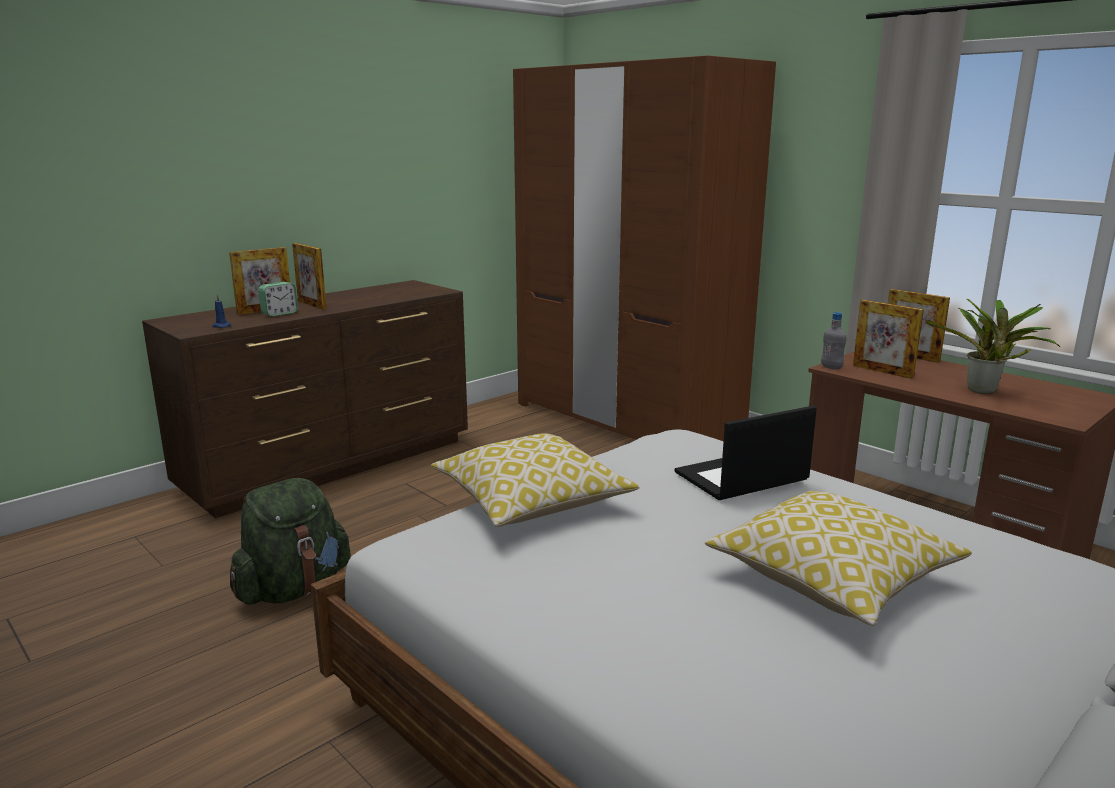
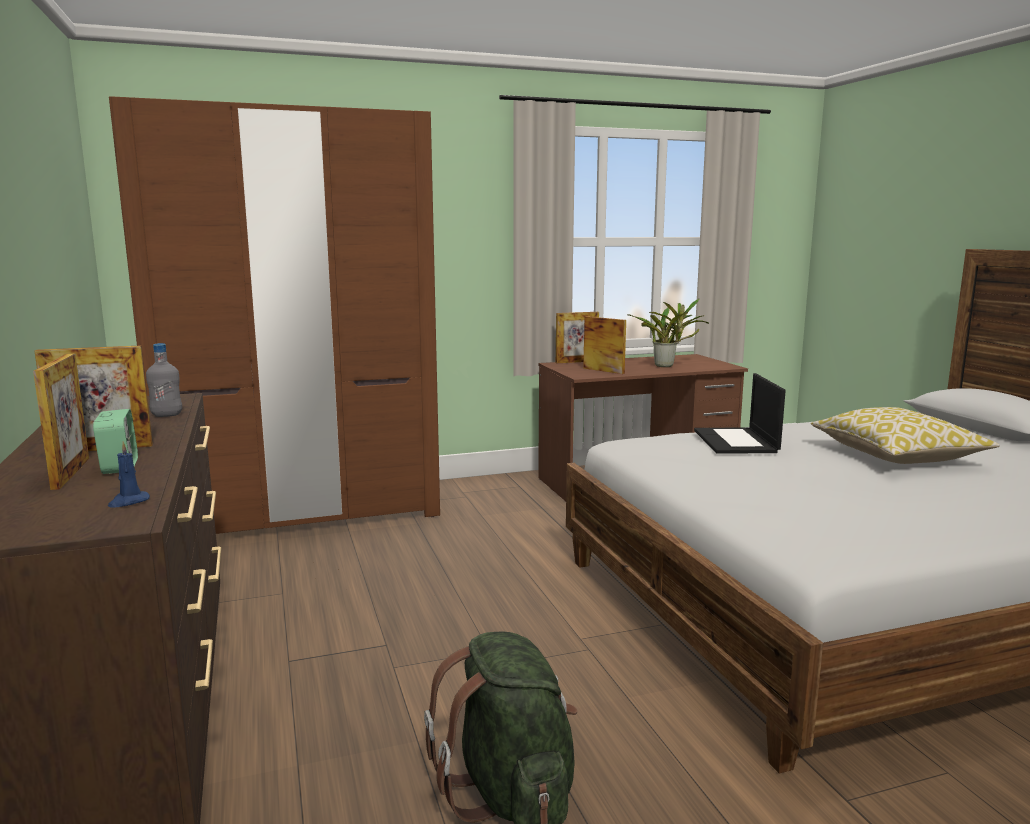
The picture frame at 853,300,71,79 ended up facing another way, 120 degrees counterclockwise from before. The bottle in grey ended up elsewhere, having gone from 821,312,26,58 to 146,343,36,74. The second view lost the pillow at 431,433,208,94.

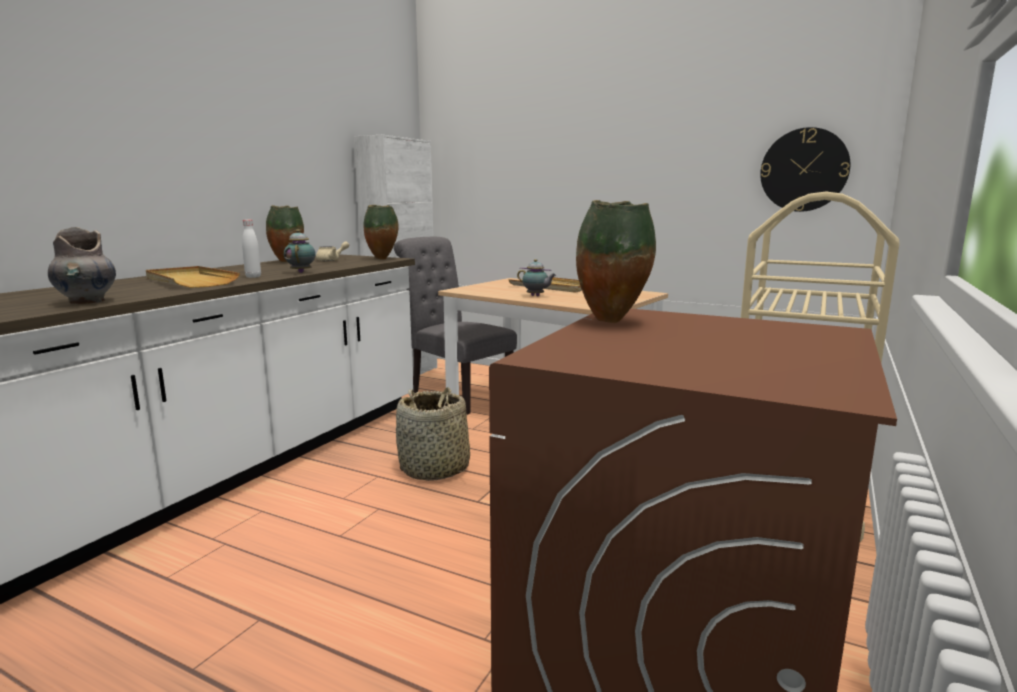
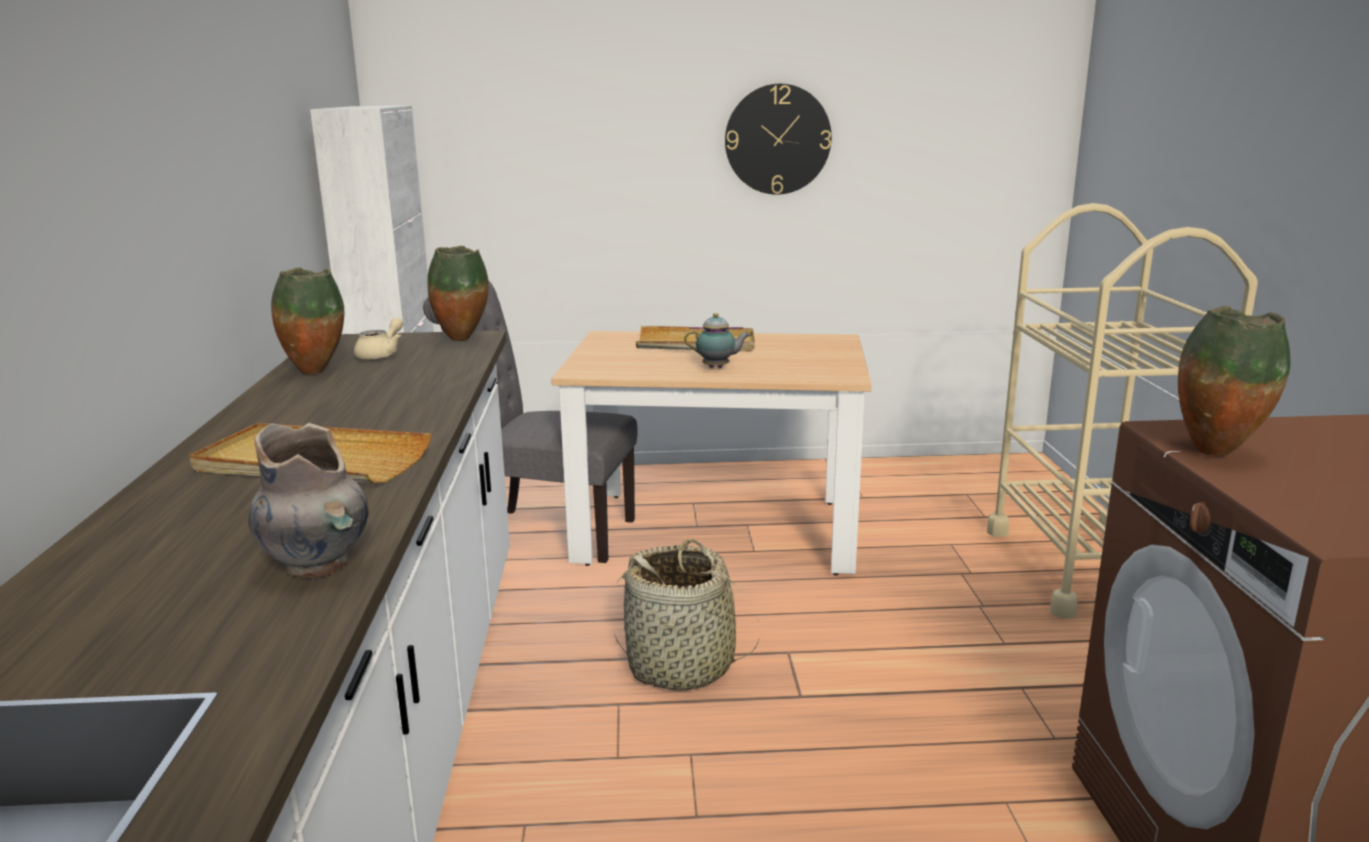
The wall clock ended up elsewhere, having gone from 760,127,90,85 to 725,84,106,111. The second view lost the bottle in white at 242,220,19,58. The second view lost the teapot at 284,229,32,44.

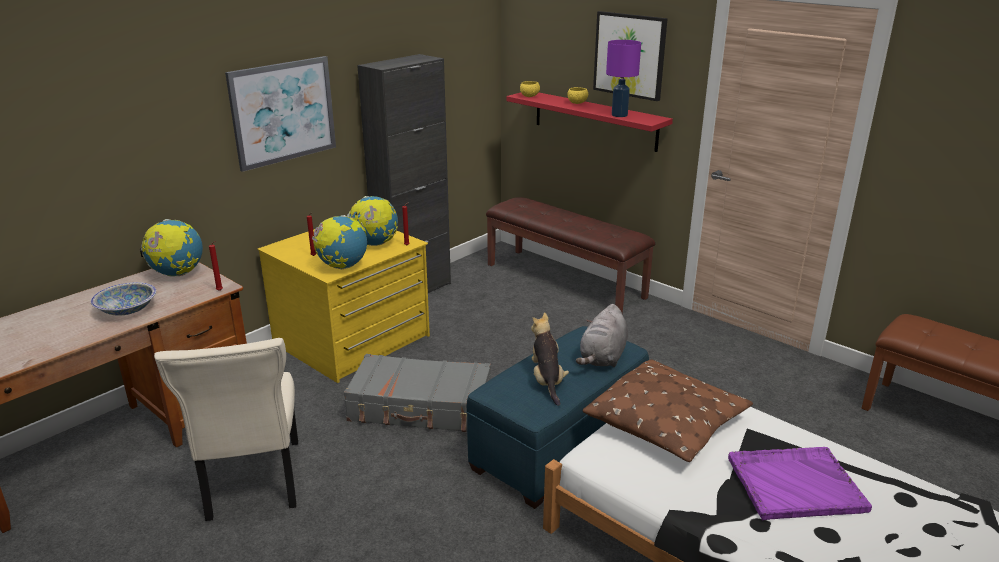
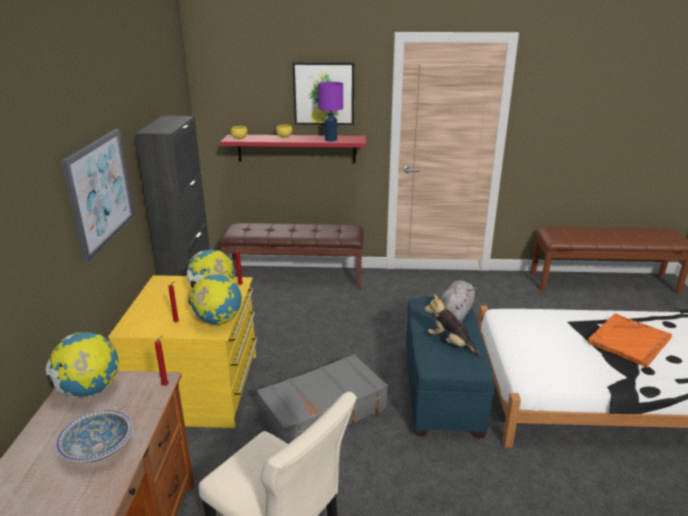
The plush toy in grey at 576,304,52,63 ended up facing another way, 135 degrees counterclockwise from before. The second view lost the pillow in brown at 583,359,170,103. What was the tray in purple at 728,447,144,73 turned into the tray in orange at 588,314,84,54.

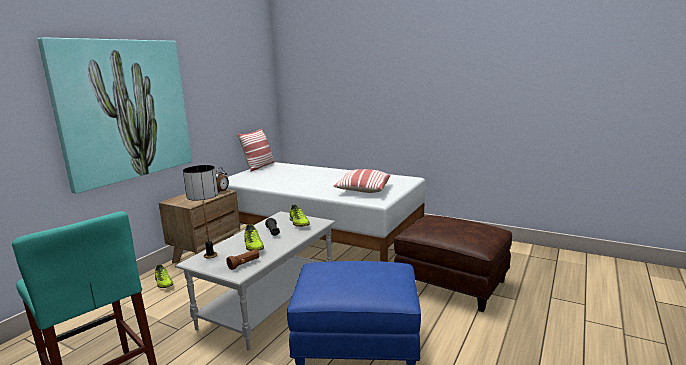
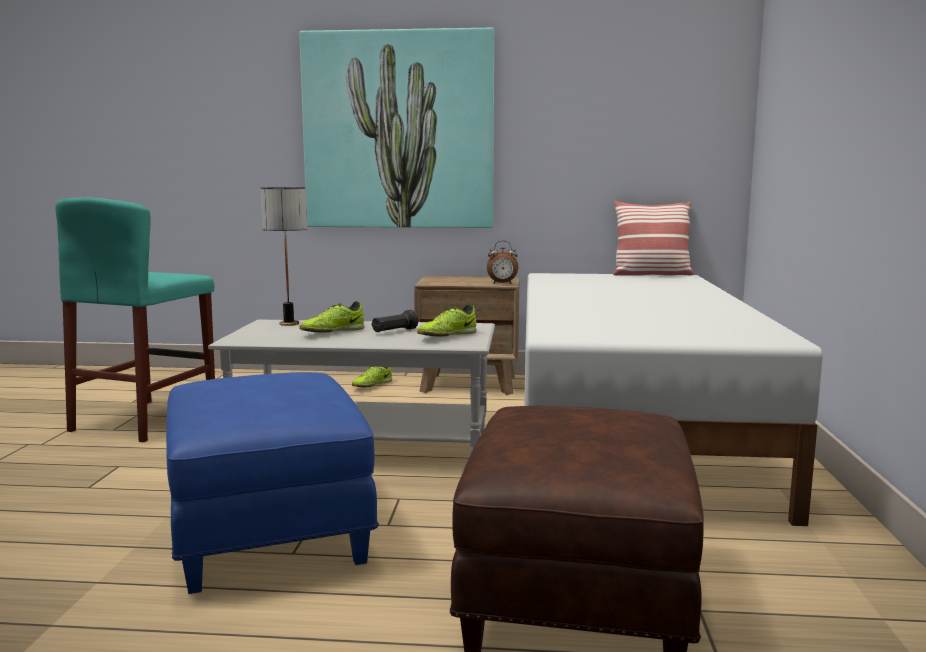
The second view lost the pillow at 333,169,57,24. The second view lost the flashlight in brown at 226,249,34,21.

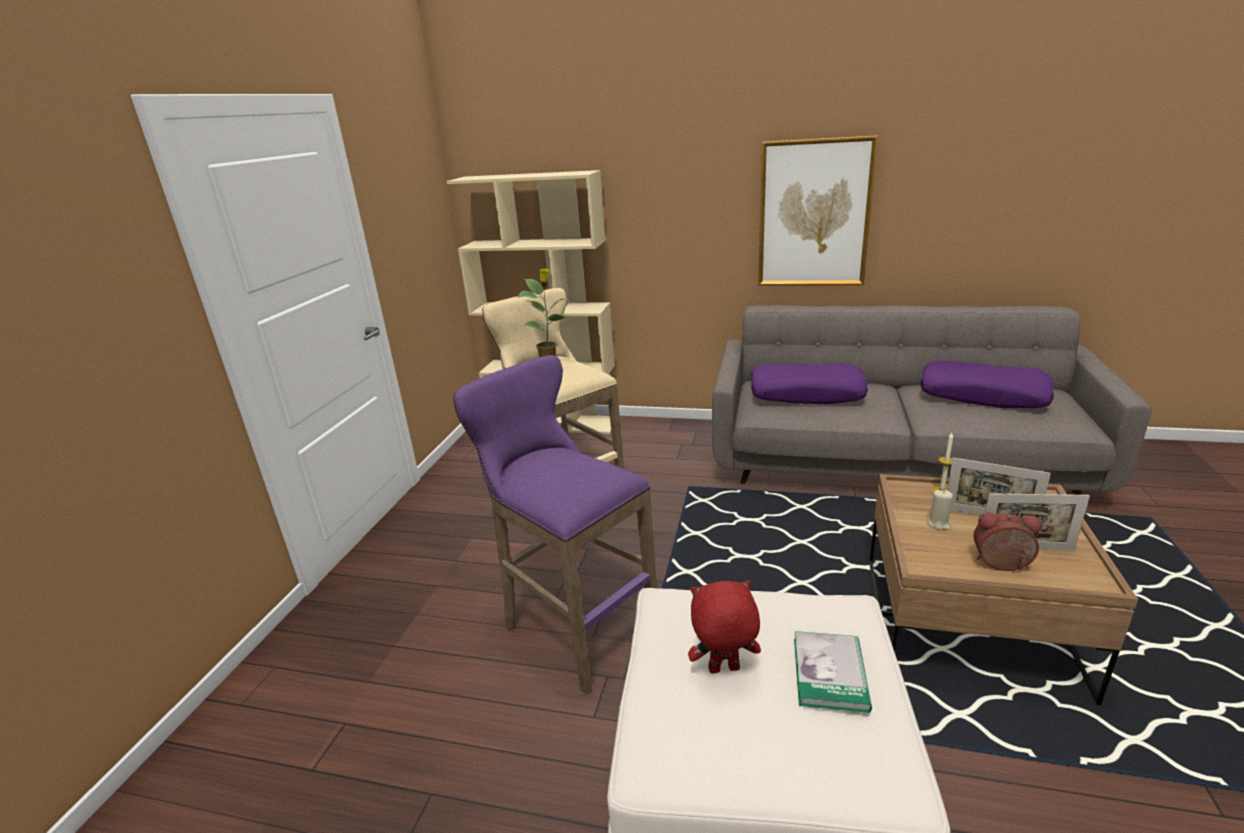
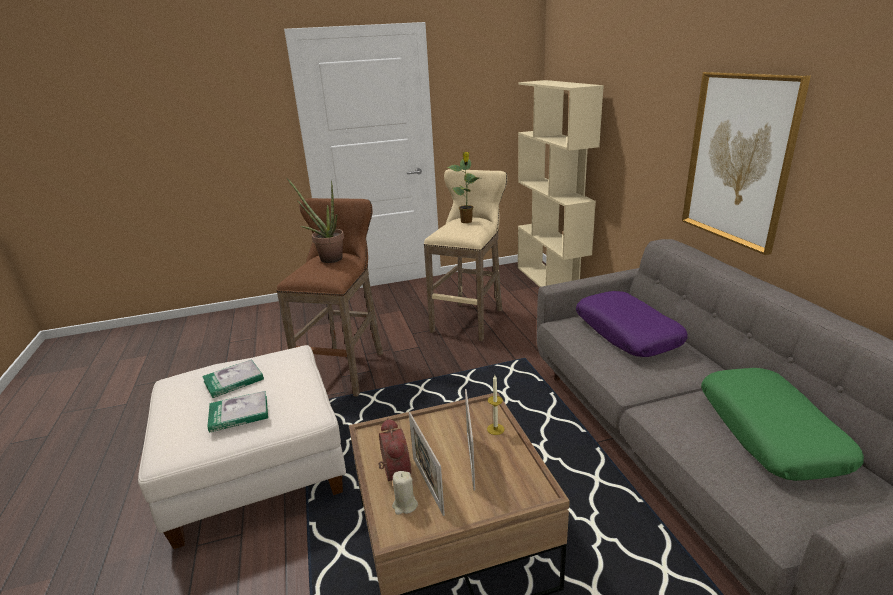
What was the stool in purple at 453,355,204,339 turned into the stool in brown at 277,198,106,199. What was the pillow in purple at 921,360,133,48 turned into the pillow in green at 701,368,163,113. The candle in beige ended up elsewhere, having gone from 927,490,26,40 to 392,471,26,44. Where the plush toy in red stood at 688,580,73,94, the book came to stand at 202,359,62,39. The second view gained the potted plant at 287,178,57,85.

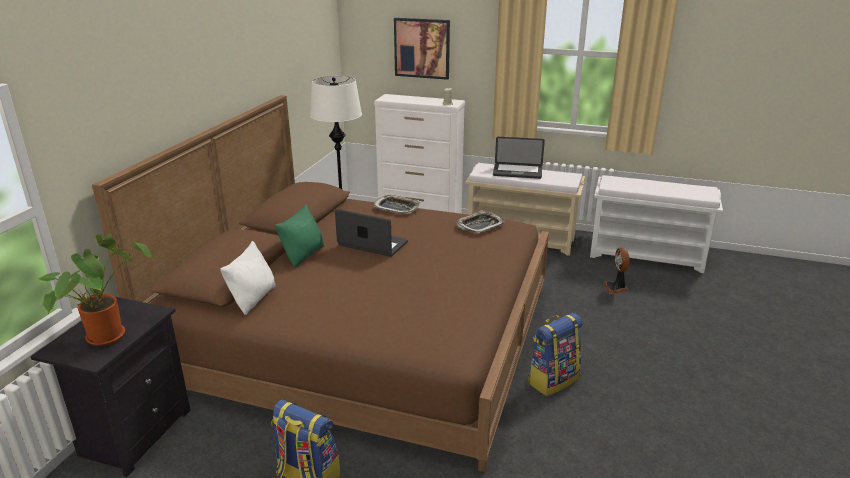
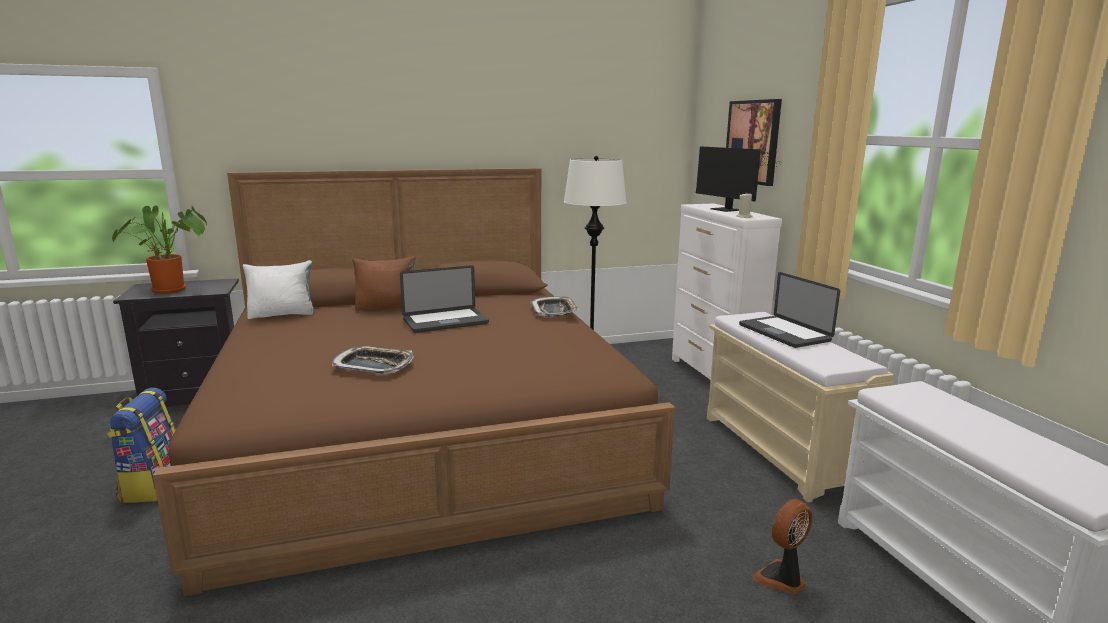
What was the pillow in green at 275,204,49,64 turned into the pillow in brown at 352,256,64,55. The laptop at 335,209,73,48 ended up facing another way, 75 degrees clockwise from before. The tray ended up elsewhere, having gone from 457,211,47,22 to 332,346,82,28. The second view lost the backpack at 528,313,54,83. The second view gained the monitor at 695,146,87,66.

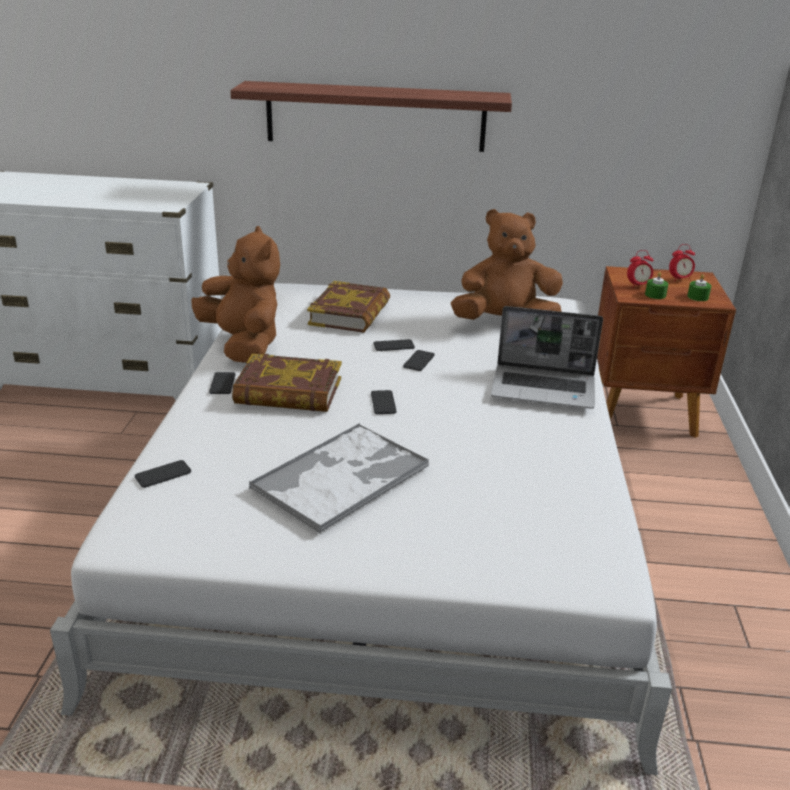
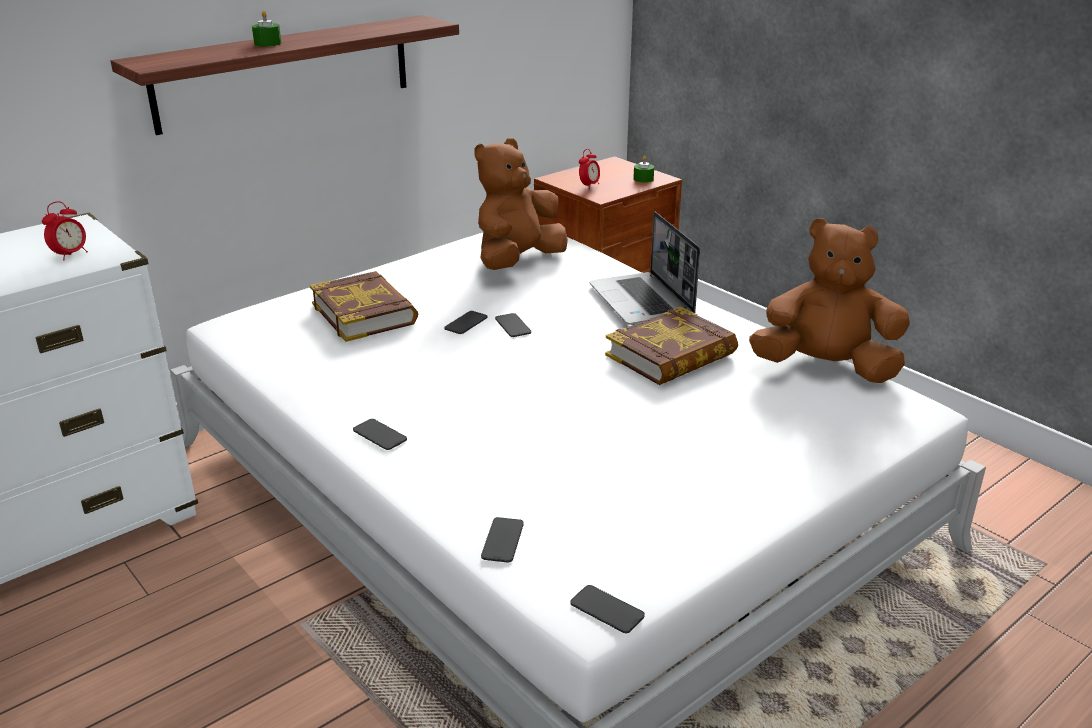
The plush toy in brown ended up elsewhere, having gone from 191,226,89,137 to 749,218,161,165. The alarm clock ended up elsewhere, having gone from 669,244,26,37 to 42,201,46,60. The candle in green ended up elsewhere, having gone from 645,272,24,27 to 252,10,29,37. The laptop at 491,306,112,103 ended up facing another way, 105 degrees clockwise from before. The book ended up elsewhere, having gone from 232,354,110,58 to 605,307,133,78. The phone ended up elsewhere, having gone from 371,390,25,24 to 570,585,75,48. The second view lost the tray at 249,423,181,111.

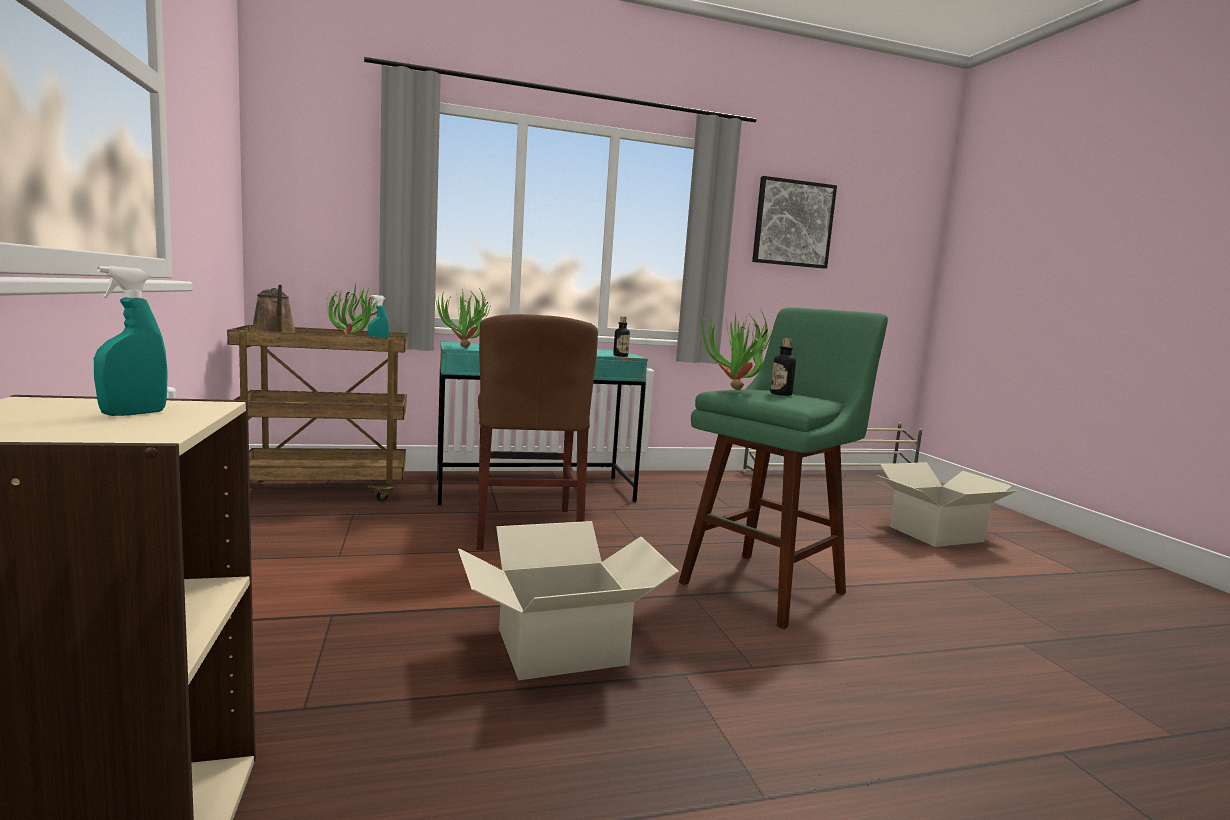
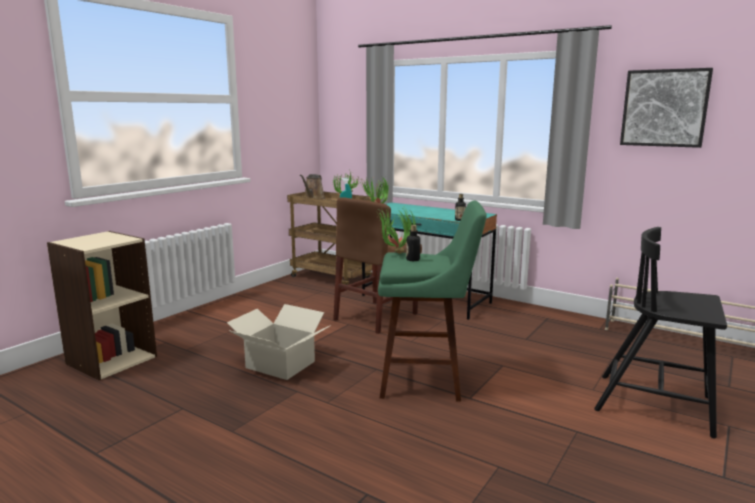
The second view lost the spray bottle in turquoise at 94,266,73,150. Where the cardboard box stood at 877,462,140,85, the chair in black came to stand at 594,227,133,212.

